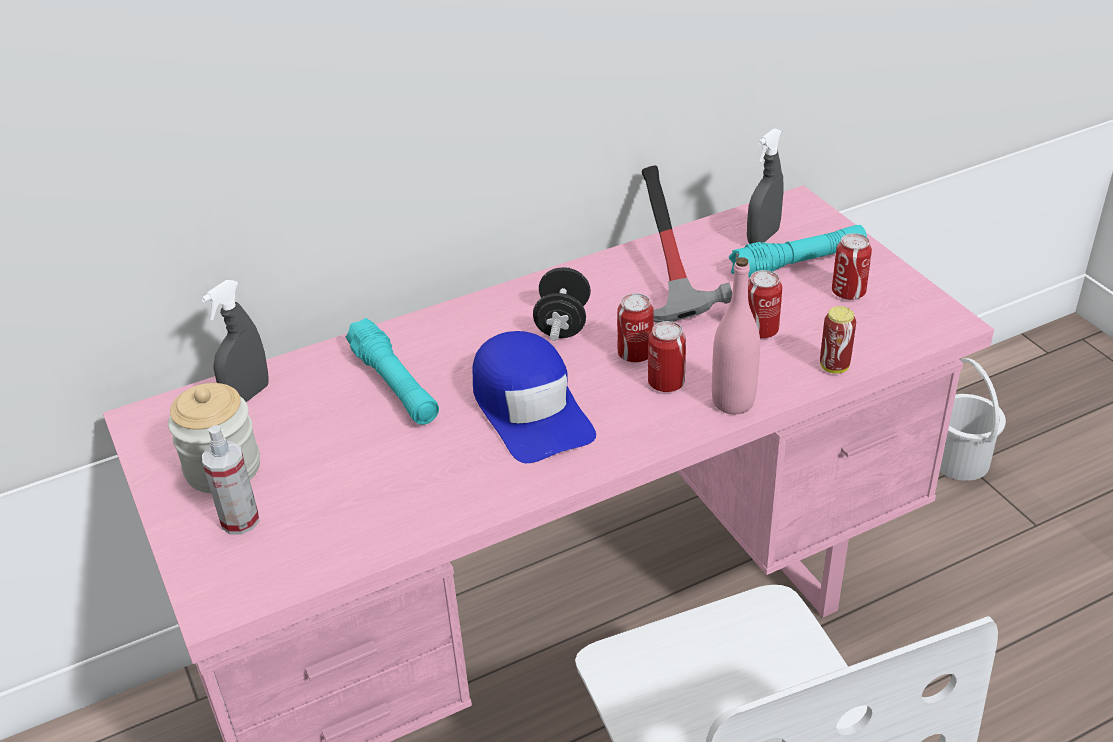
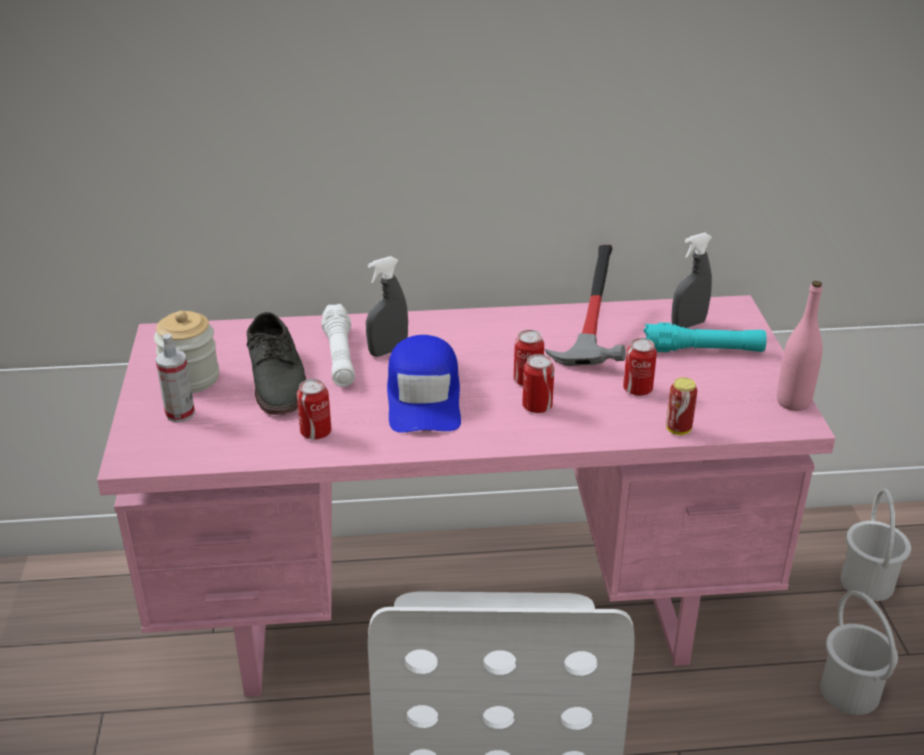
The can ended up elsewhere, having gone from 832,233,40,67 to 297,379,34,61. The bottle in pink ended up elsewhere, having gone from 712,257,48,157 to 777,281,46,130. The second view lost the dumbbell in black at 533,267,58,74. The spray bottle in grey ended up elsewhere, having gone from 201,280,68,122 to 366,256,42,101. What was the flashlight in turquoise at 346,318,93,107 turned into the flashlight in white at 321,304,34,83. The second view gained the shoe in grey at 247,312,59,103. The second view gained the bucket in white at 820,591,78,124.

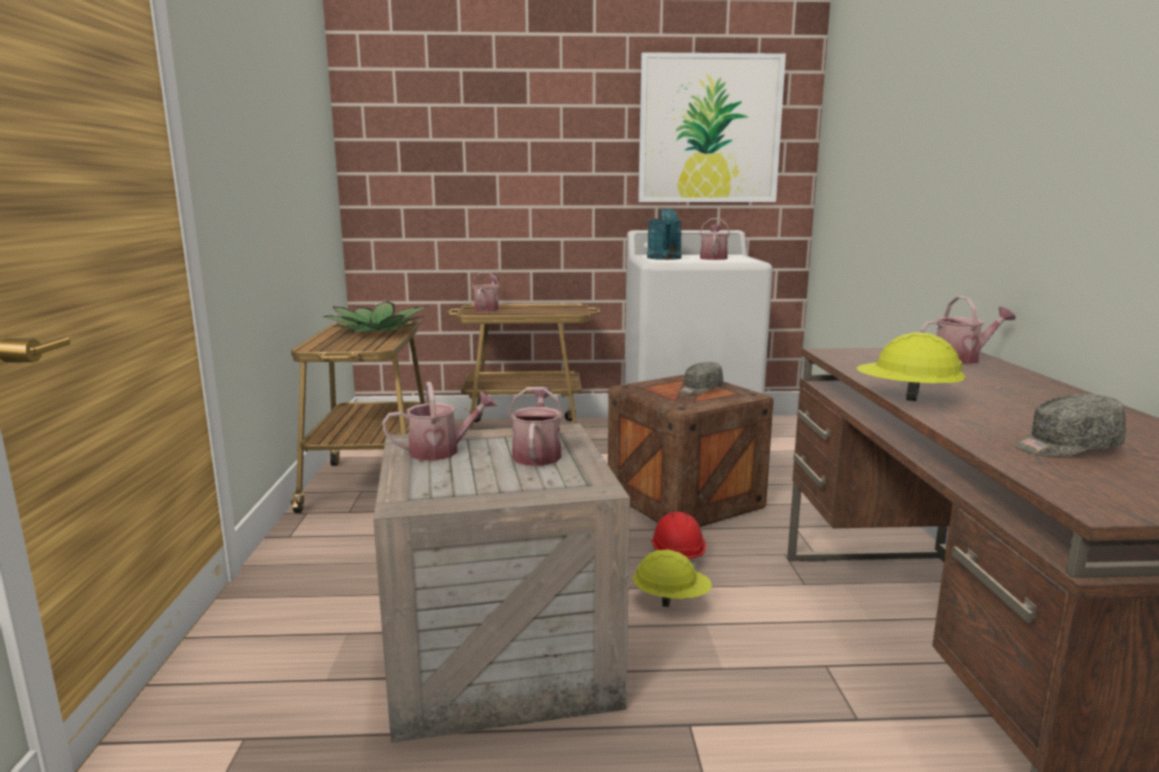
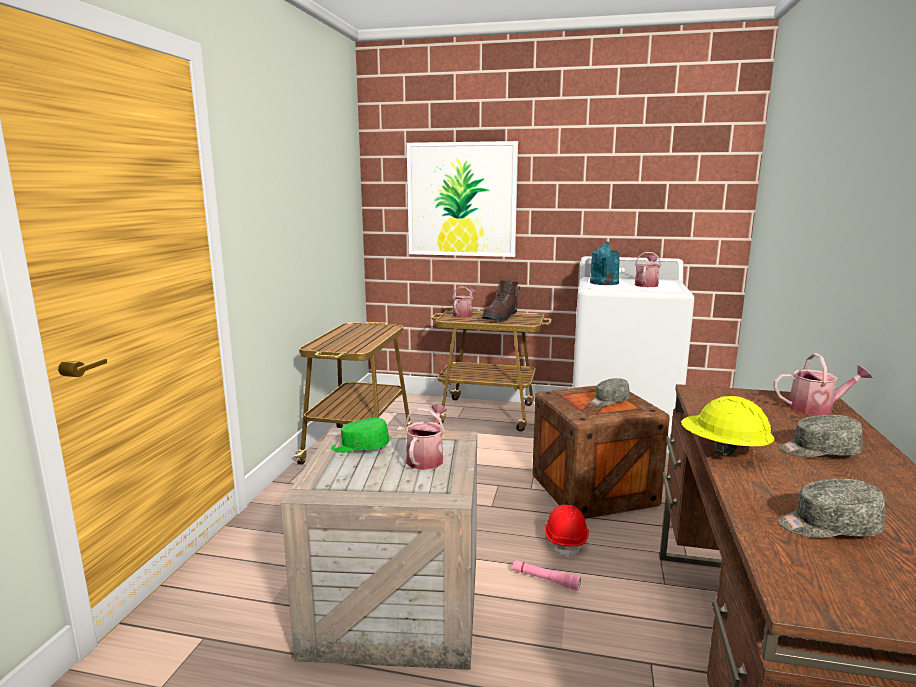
The picture ended up elsewhere, having gone from 638,52,148,150 to 407,141,111,116. The second view lost the potted plant at 323,301,104,31. Where the watering can stood at 382,382,115,78, the cap in green came to stand at 331,418,58,35. Where the hard hat in yellow stood at 633,550,79,57, the flashlight in pink came to stand at 512,560,69,31. The second view gained the boot in brown at 482,280,38,41. The second view gained the cap in grey at 779,415,84,42.

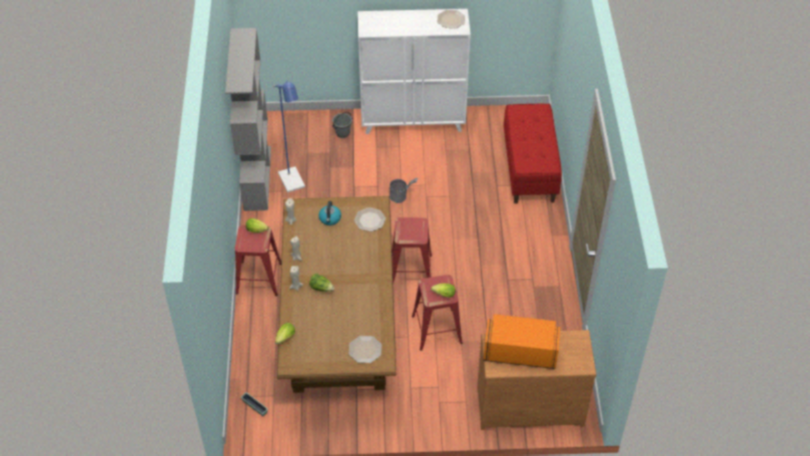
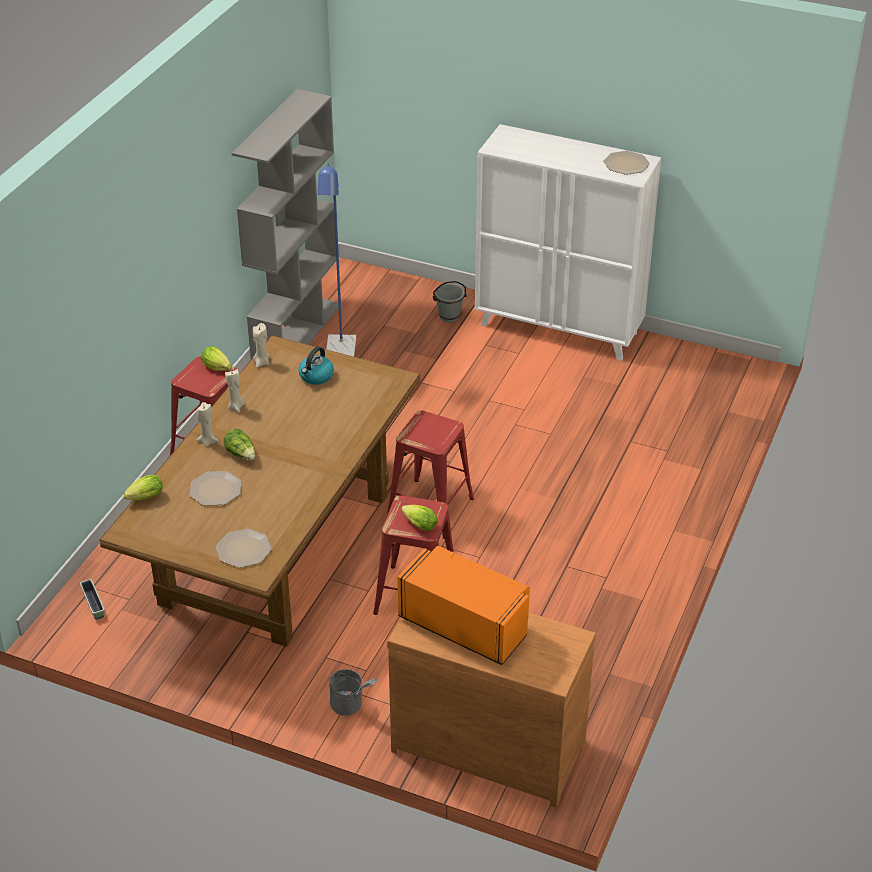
The second view lost the bench in red at 504,104,58,100. The bucket in grey ended up elsewhere, having gone from 389,178,29,25 to 329,669,49,47. The plate ended up elsewhere, having gone from 354,208,32,24 to 190,471,51,34.

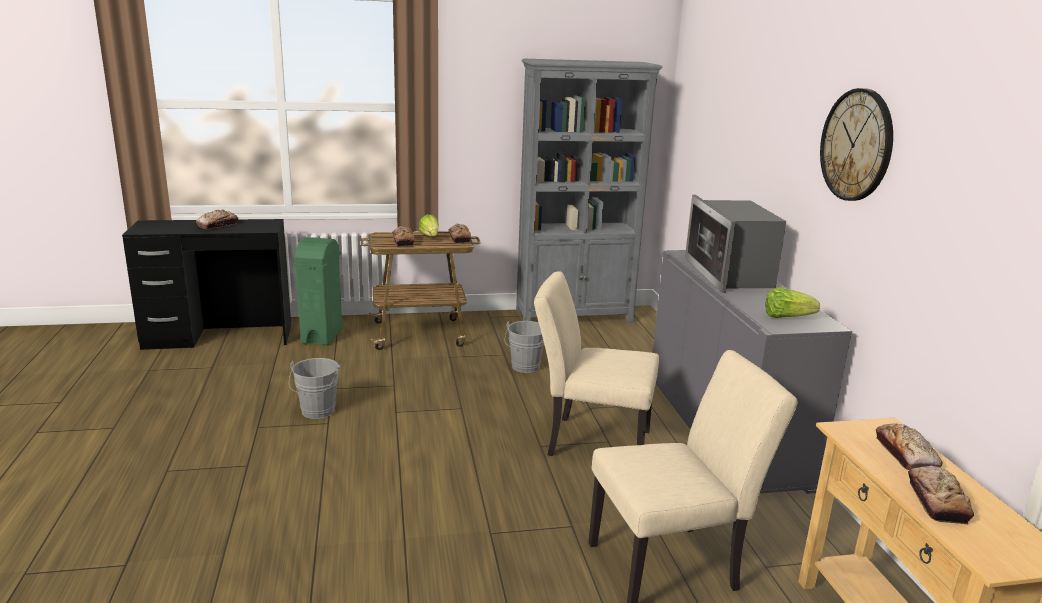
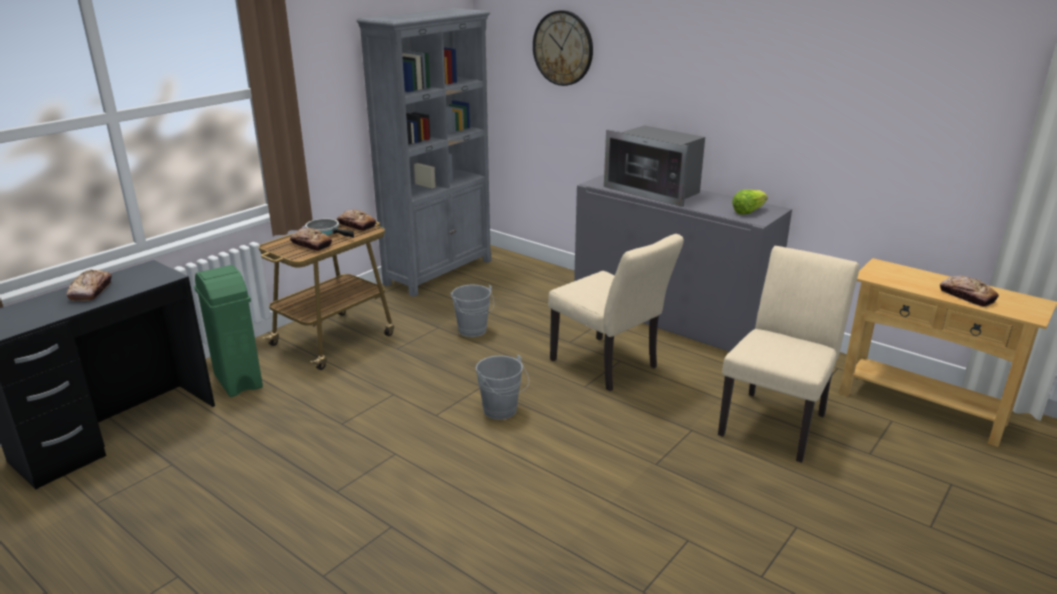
The wall clock ended up elsewhere, having gone from 820,88,73,113 to 533,10,60,76. Where the lettuce stood at 419,214,20,22, the frying pan came to stand at 305,218,49,20. The chair in beige at 534,271,125,185 ended up facing another way, 105 degrees counterclockwise from before. The bucket in grey ended up elsewhere, having gone from 289,358,52,61 to 476,355,53,65. The second view lost the bread at 876,423,67,47.

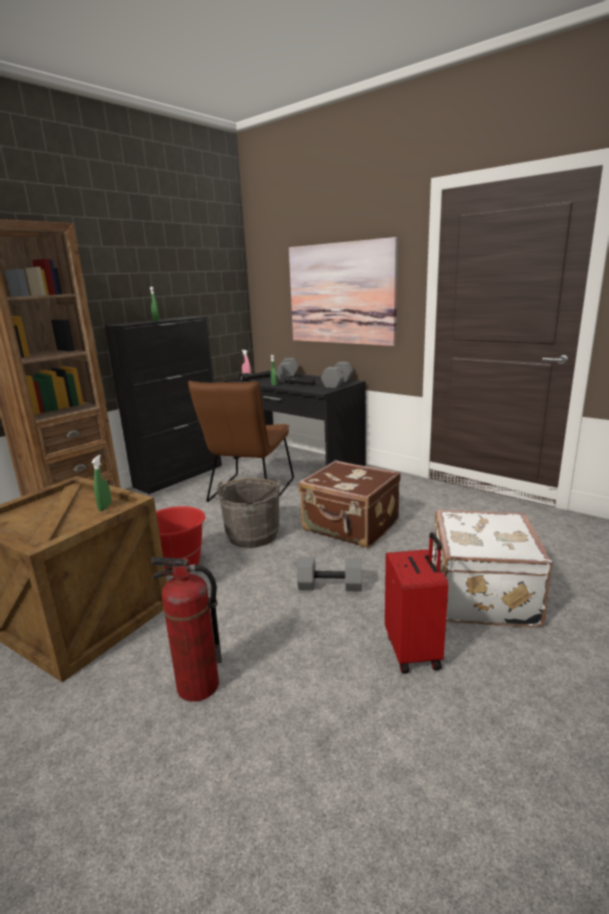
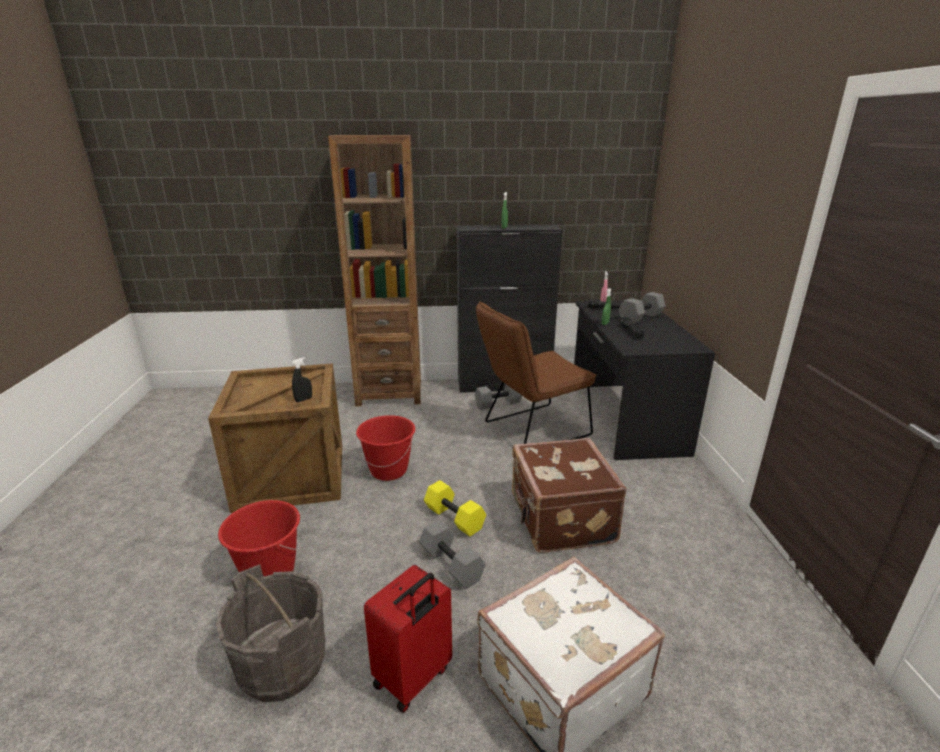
The second view lost the picture at 289,237,109,109. The dumbbell in grey ended up elsewhere, having gone from 321,362,32,26 to 475,384,47,26. What was the spray bottle in green at 92,455,19,56 turned into the spray bottle in black at 292,357,20,45. The bucket in grey ended up elsewhere, having gone from 216,478,65,70 to 216,564,109,138. Where the fire extinguisher stood at 151,557,71,145, the bucket in red came to stand at 218,500,82,77. The second view gained the dumbbell in yellow at 424,480,62,57.

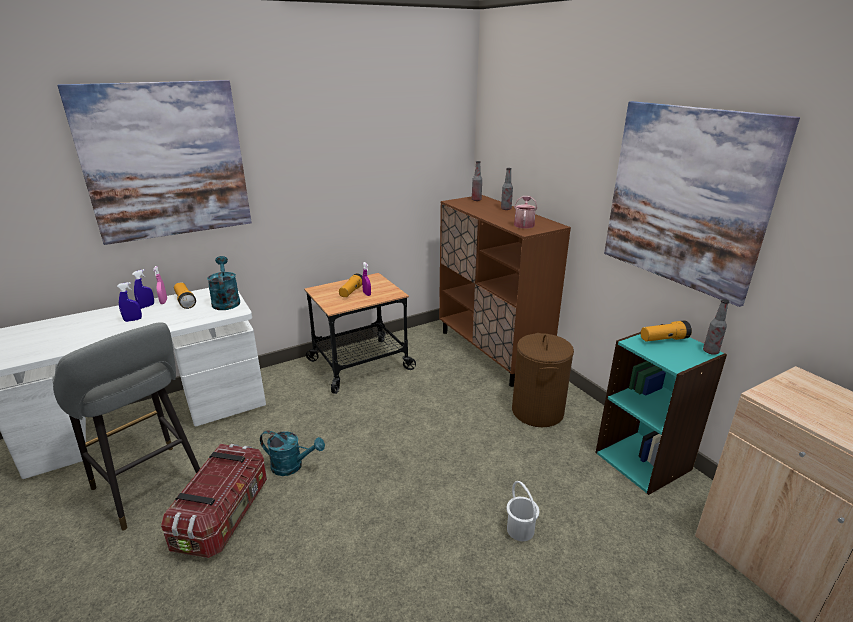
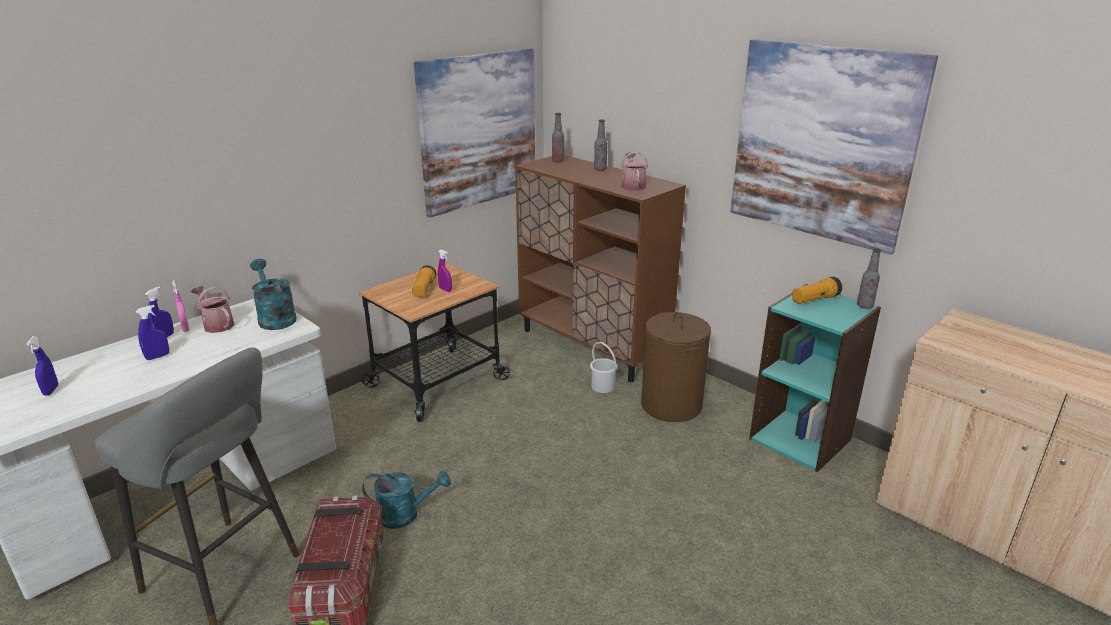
The picture ended up elsewhere, having gone from 57,80,195,165 to 414,48,121,170. Where the flashlight stood at 174,282,22,27, the watering can came to stand at 191,286,44,47. The bucket in white ended up elsewhere, having gone from 507,481,32,60 to 590,342,27,51. The second view gained the spray bottle in blue at 27,336,31,60.

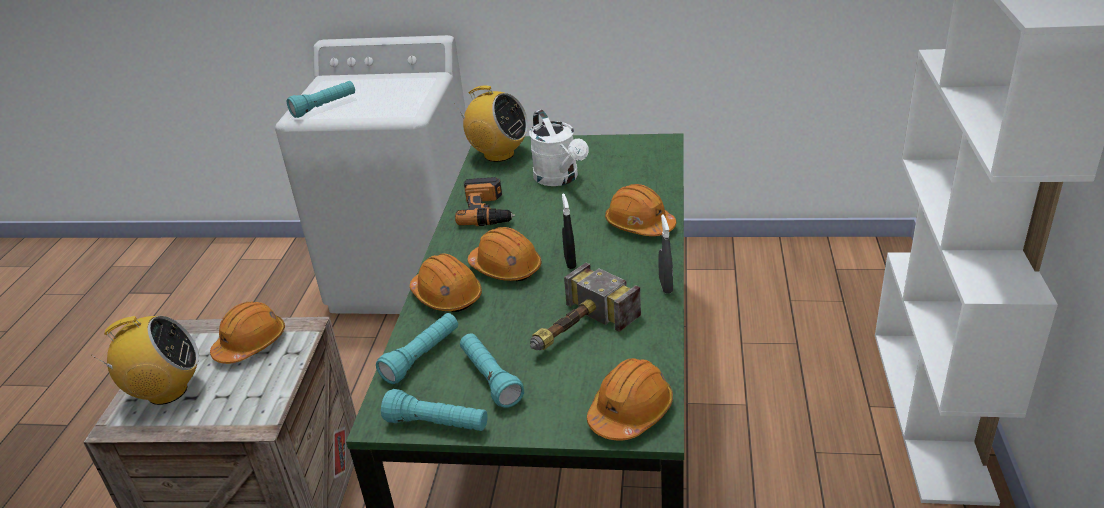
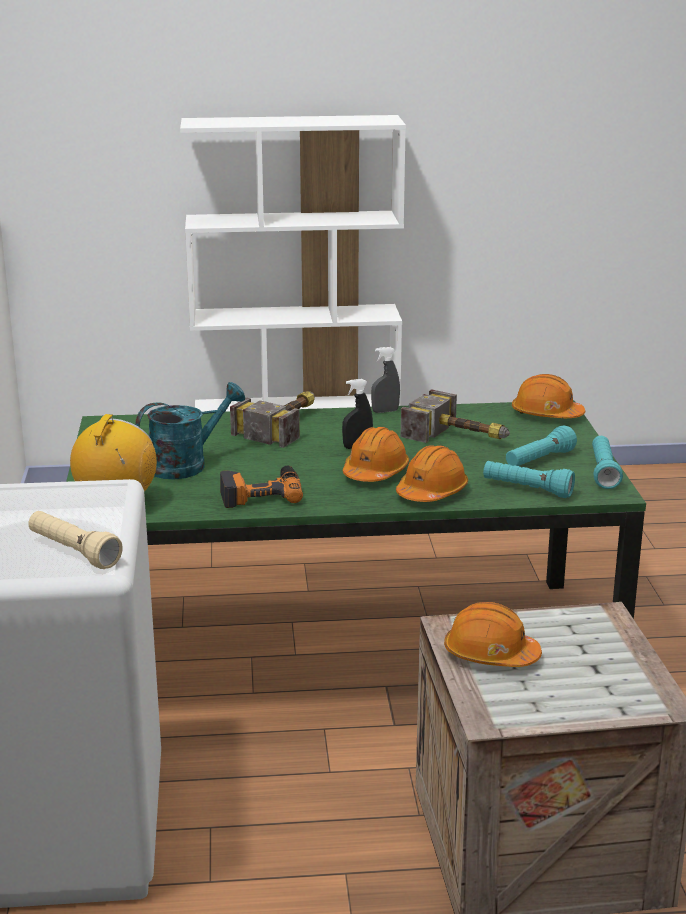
What was the flashlight in turquoise at 287,81,68,37 turned into the flashlight in beige at 28,511,95,58. What was the watering can in white at 529,110,60,76 turned into the watering can in turquoise at 135,382,110,97. Where the hard hat in orange stood at 605,184,71,52, the hammer came to stand at 230,391,85,57. The second view lost the radio at 91,316,108,89.

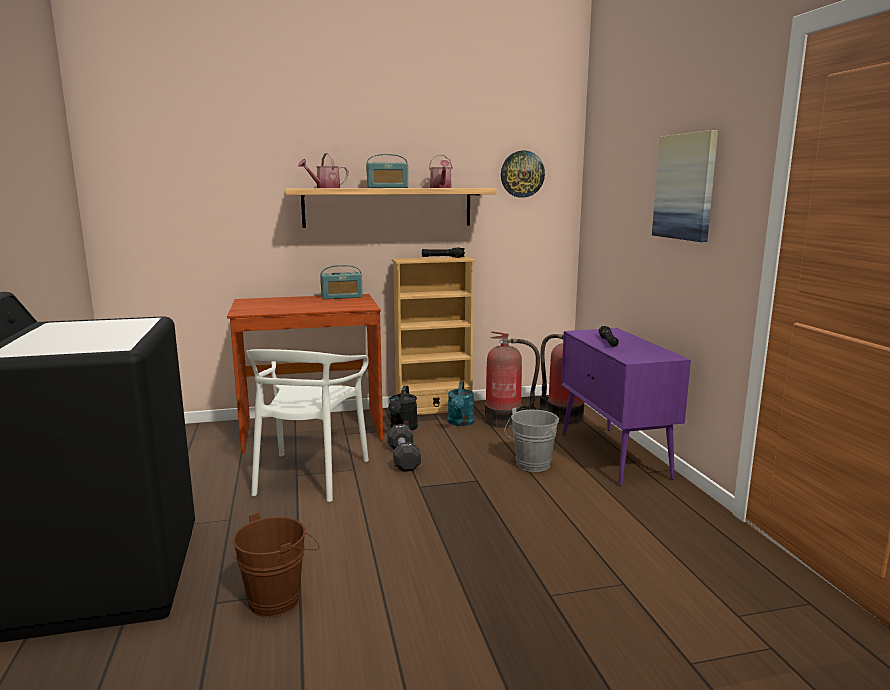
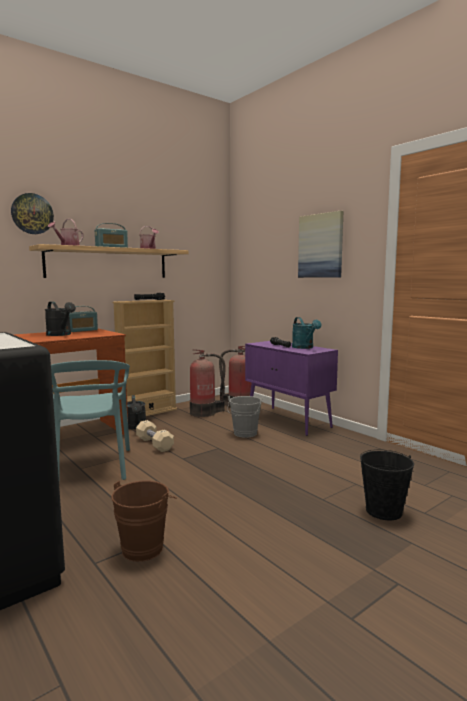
The wall clock ended up elsewhere, having gone from 501,151,44,47 to 11,193,43,41. What was the chair in white at 246,349,123,153 turned into the chair in turquoise at 51,360,79,120. The watering can in turquoise ended up elsewhere, having gone from 448,381,27,45 to 292,317,29,32. What was the dumbbell in black at 387,424,34,48 turned into the dumbbell in beige at 136,420,38,32. The second view gained the watering can in black at 45,301,31,35. The second view gained the bucket in black at 360,449,54,71.

